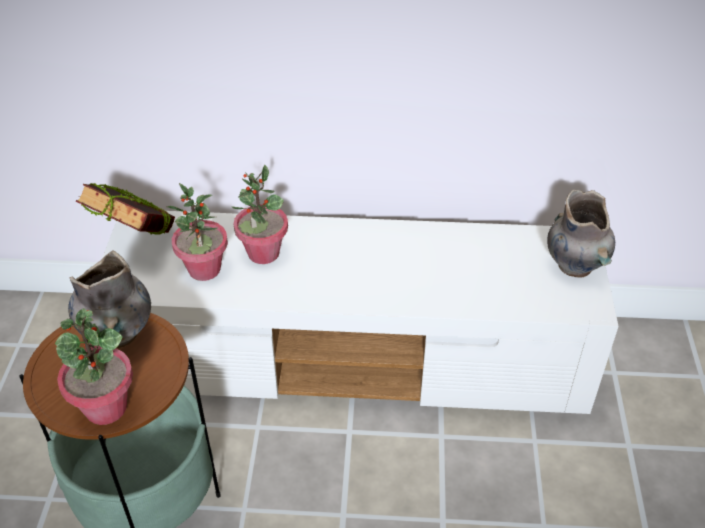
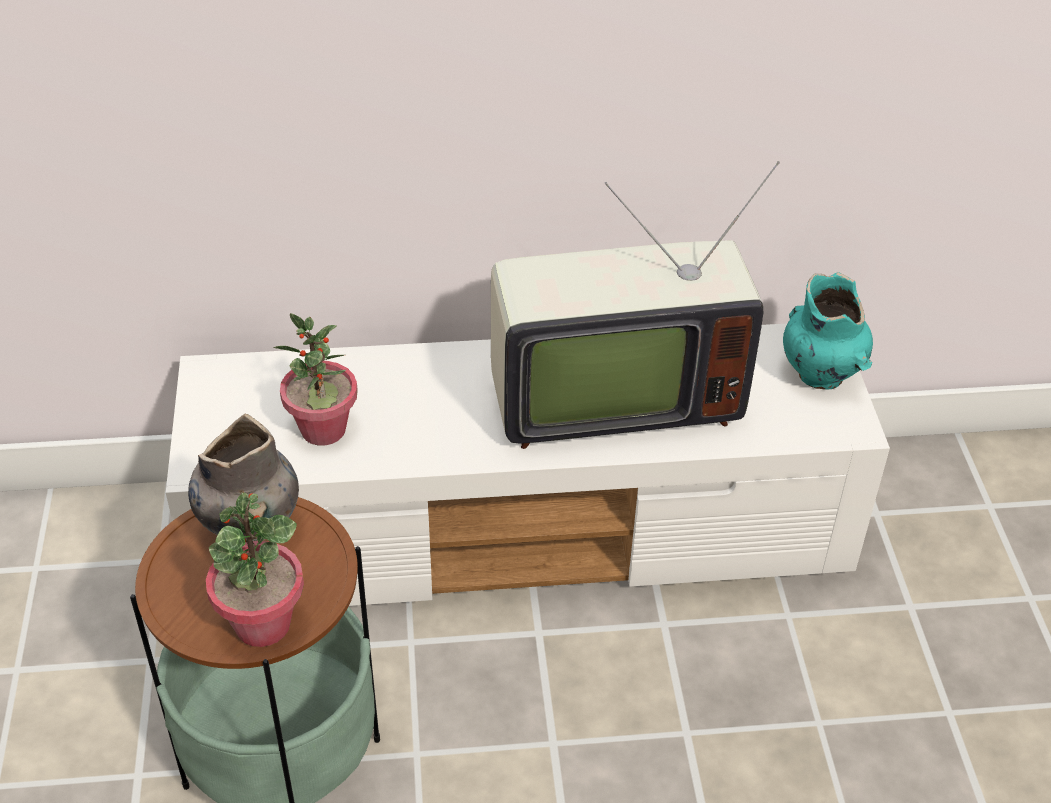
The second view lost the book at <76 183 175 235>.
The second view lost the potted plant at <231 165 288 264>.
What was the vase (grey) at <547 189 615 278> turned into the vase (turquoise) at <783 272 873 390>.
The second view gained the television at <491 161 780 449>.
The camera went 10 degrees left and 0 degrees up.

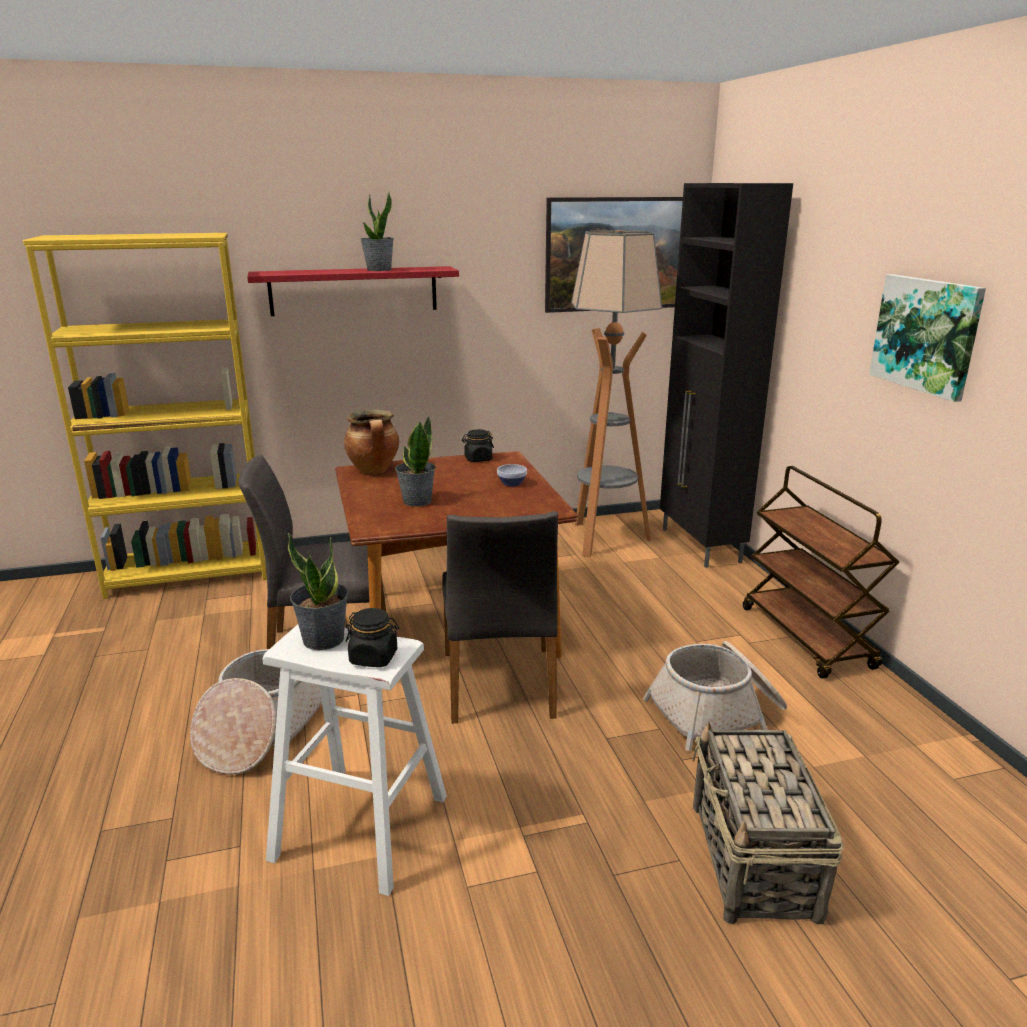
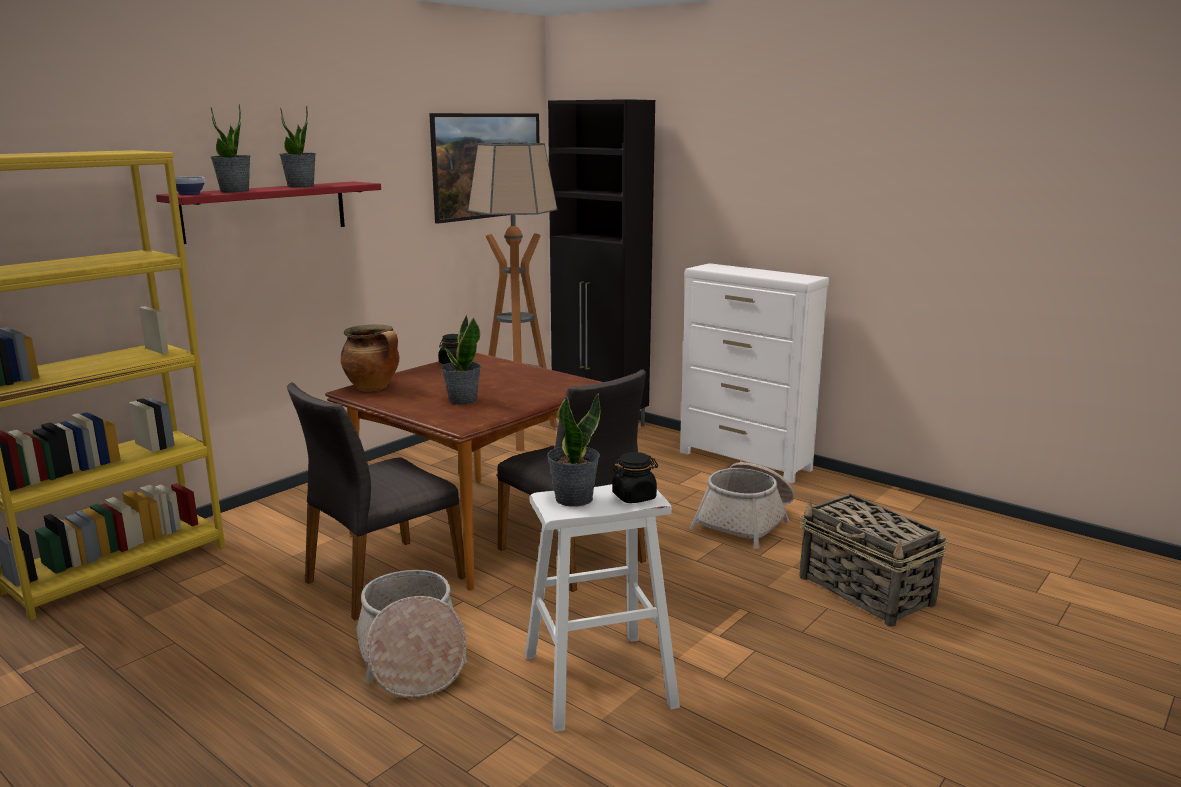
The bowl ended up elsewhere, having gone from <497 464 527 487> to <175 177 205 195>.
Where the cart (brown) stood at <743 466 899 679>, the dresser (white) came to stand at <680 263 829 483>.
The second view lost the picture at <869 274 986 402>.
The second view gained the potted plant at <211 105 251 193>.
The camera went 35 degrees left and 5 degrees down.

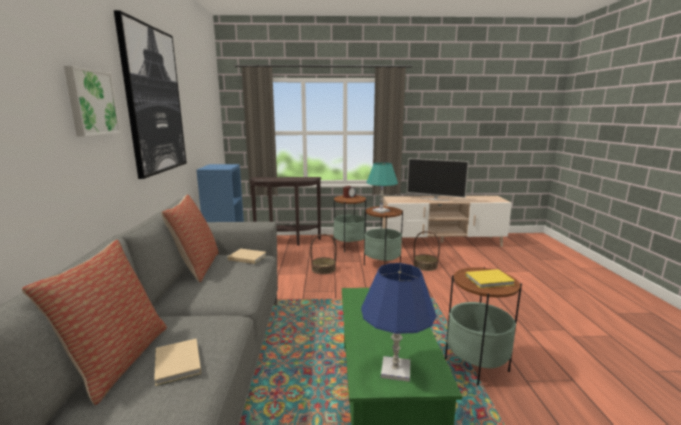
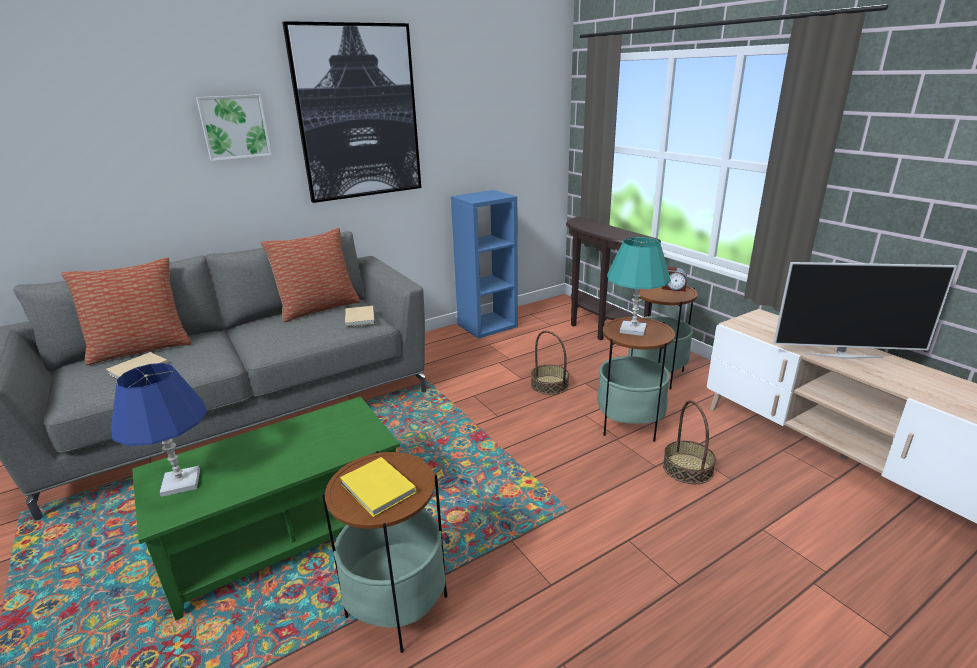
The television at <407 158 469 201> ended up facing another way, 75 degrees counterclockwise from before.
The camera went 60 degrees right and 10 degrees up.

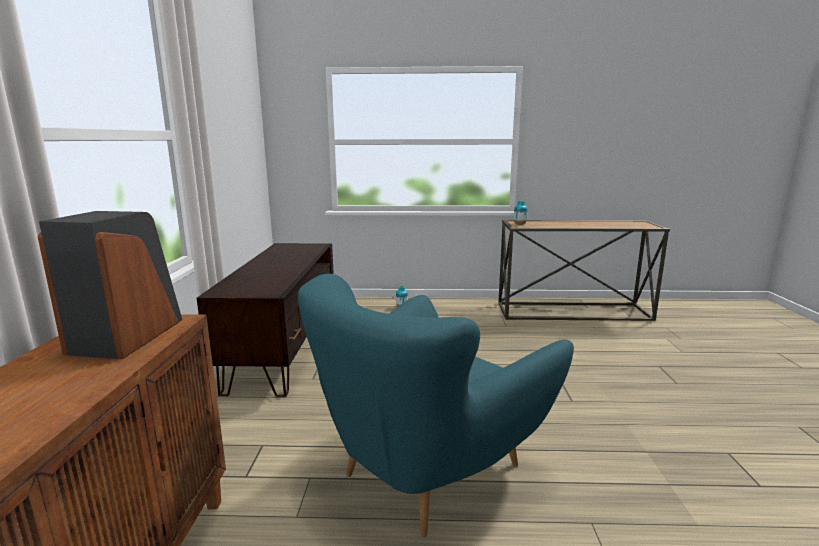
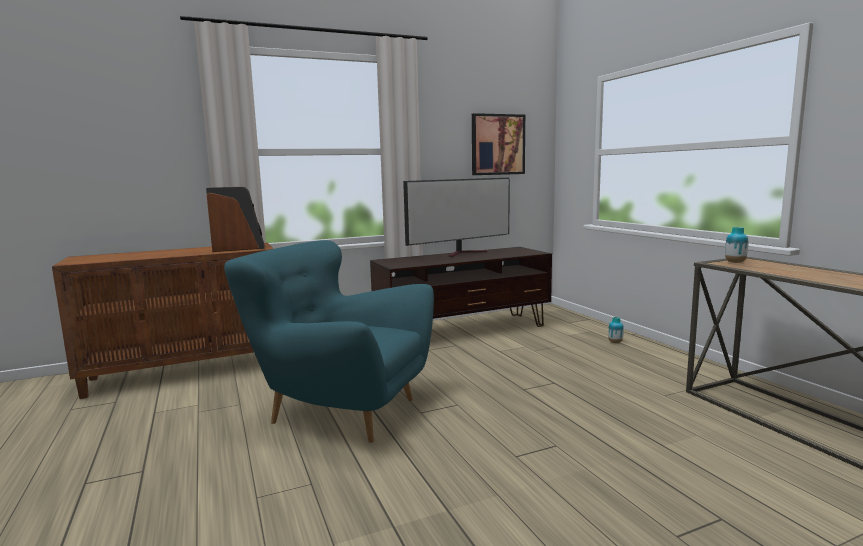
The second view gained the television at <403 178 510 257>.
The second view gained the picture at <472 113 525 175>.
The camera went 65 degrees right and 5 degrees down.

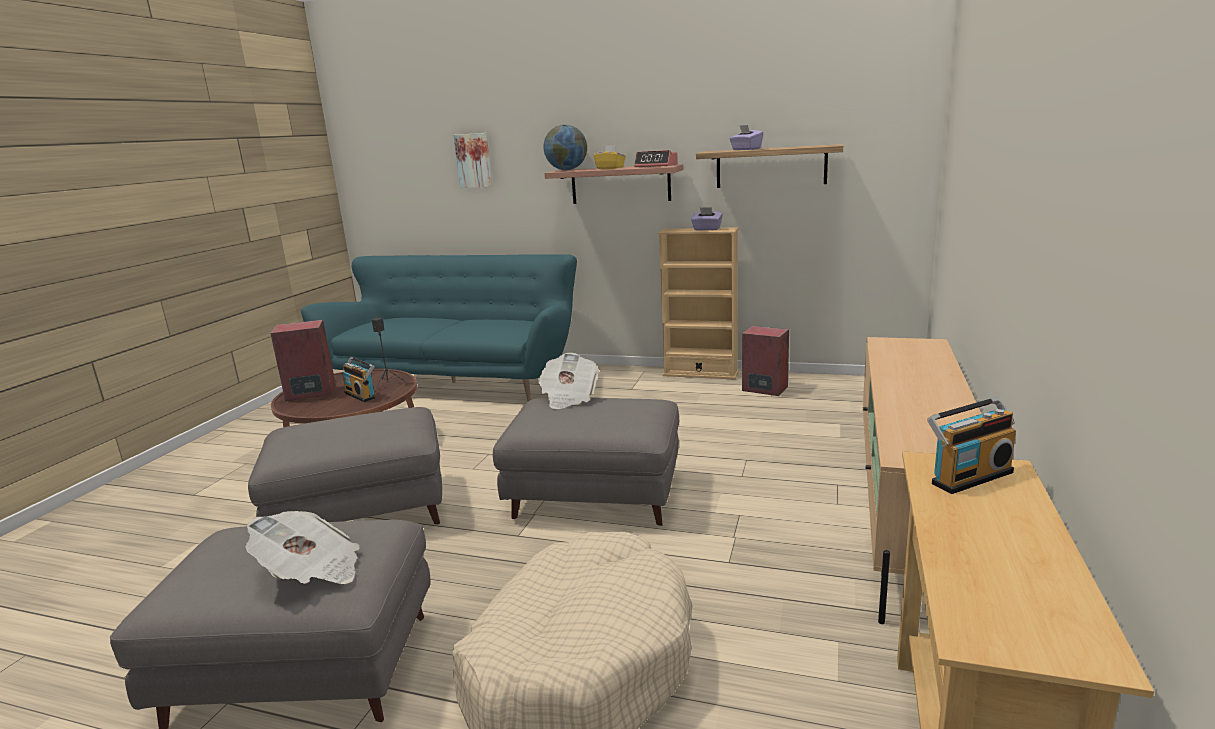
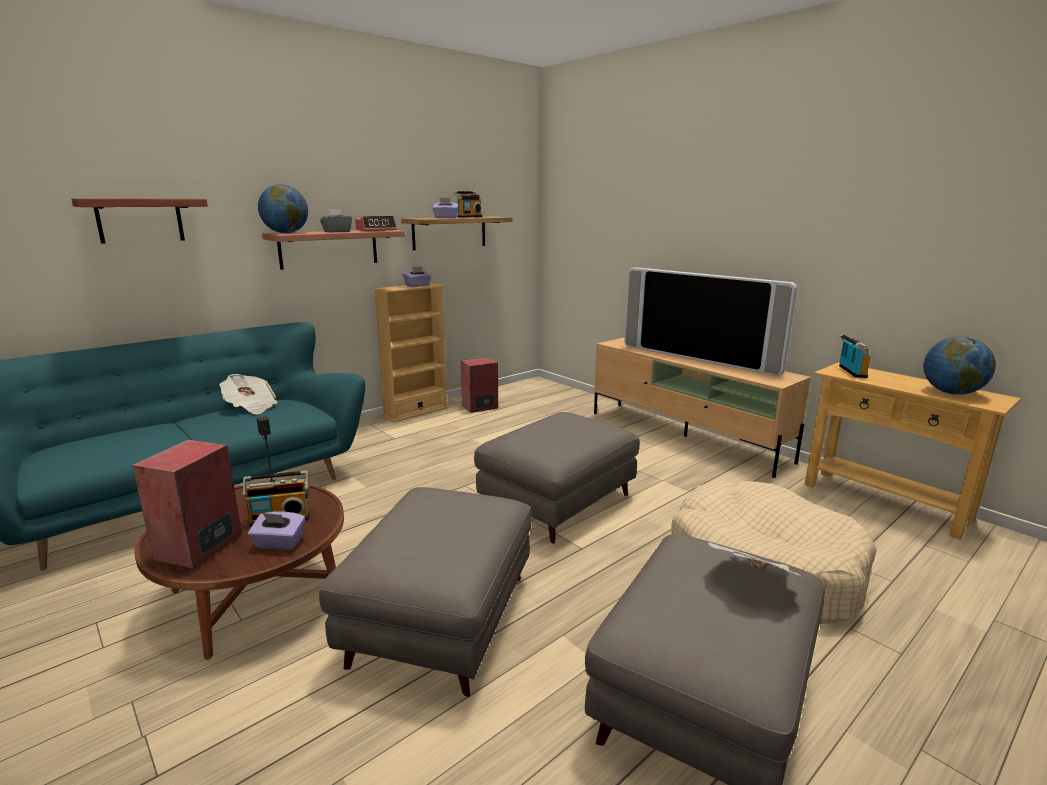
Where the picture hung at <454 133 492 188>, the shelf came to hang at <72 198 208 244>.
The newspaper ended up elsewhere, having gone from <538 353 599 409> to <219 374 278 414>.
What was the tissue box (yellow) at <593 145 626 169> turned into the tissue box (grey) at <320 209 352 232>.
The second view gained the tissue box (purple) at <248 511 306 550>.
The second view gained the radio at <454 191 482 218>.
The second view gained the television at <624 267 797 376>.
The second view gained the globe at <923 336 996 395>.
The camera went 60 degrees left and 0 degrees up.

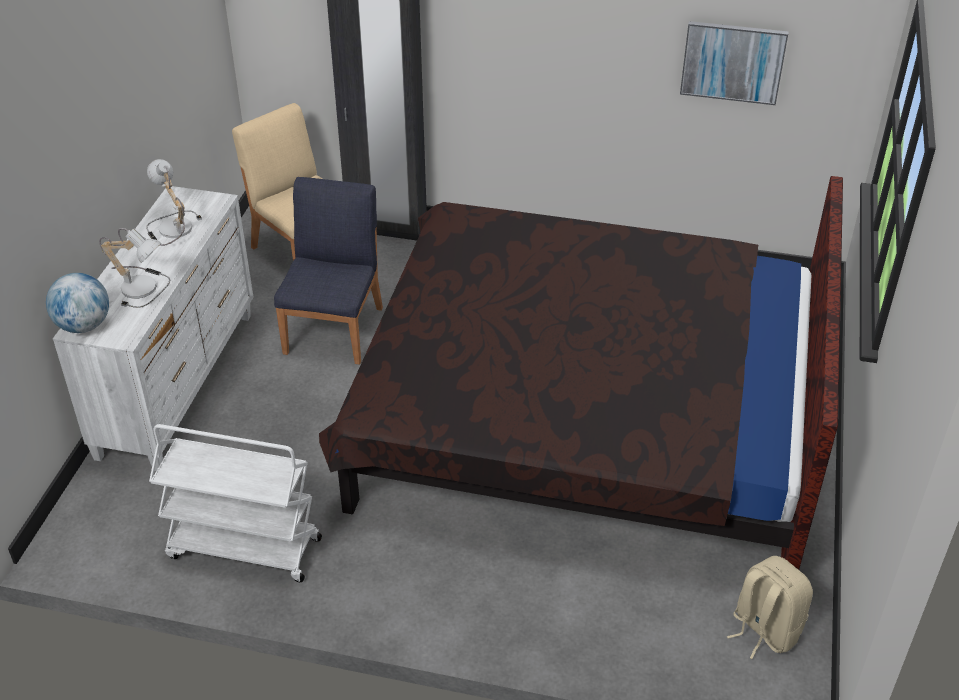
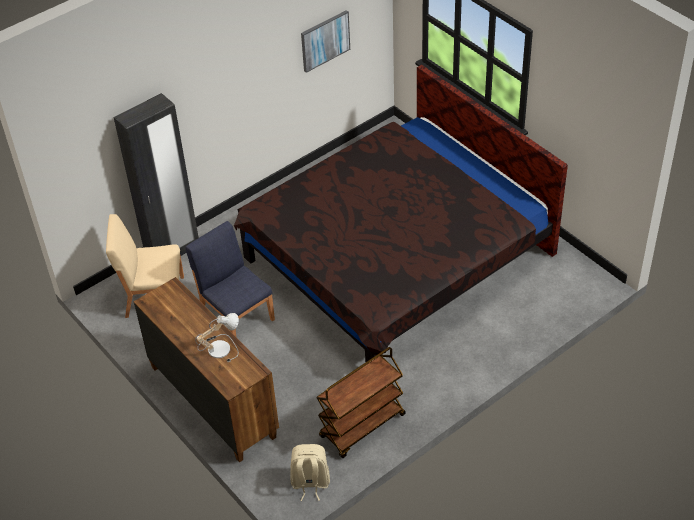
The second view lost the globe at <46 273 109 333>.
What was the dresser (white) at <53 186 254 471> turned into the dresser (brown) at <134 277 279 463>.
The second view lost the table lamp at <146 159 202 246>.
What was the cart (white) at <149 424 322 582> turned into the cart (brown) at <316 347 406 458>.
The backpack (beige) ended up elsewhere, having gone from <727 556 813 659> to <290 444 330 501>.
The camera went 50 degrees left and 5 degrees up.

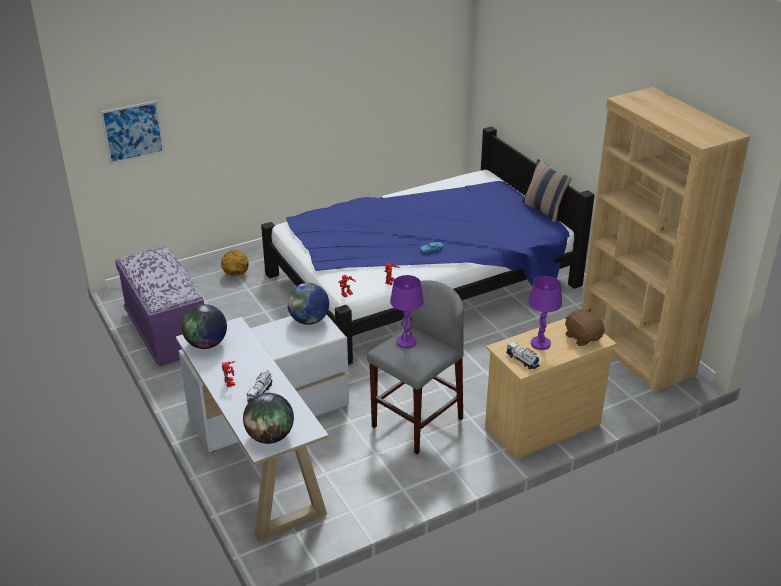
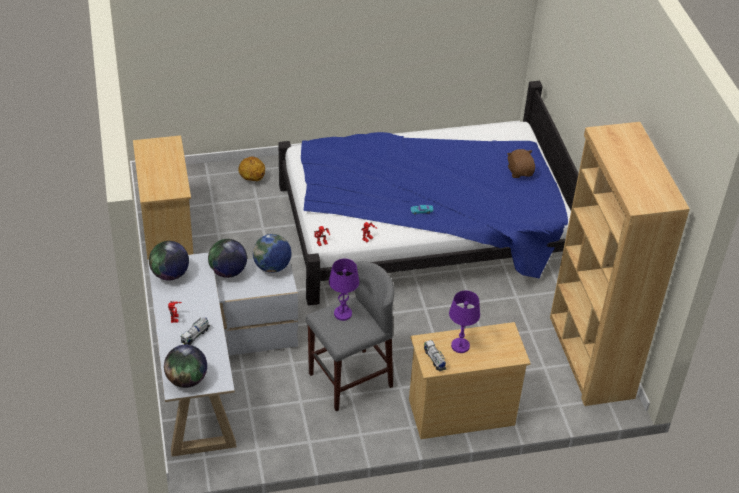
The second view lost the picture at <101 100 164 164>.
Where the bench (purple) stood at <115 246 204 366>, the dresser (beige) came to stand at <133 135 194 260>.
The second view lost the pillow at <522 159 572 223>.
The plush toy (brown) ended up elsewhere, having gone from <565 308 605 346> to <507 149 535 178>.
The second view gained the globe at <208 239 247 278>.
The camera went 15 degrees right and 10 degrees up.

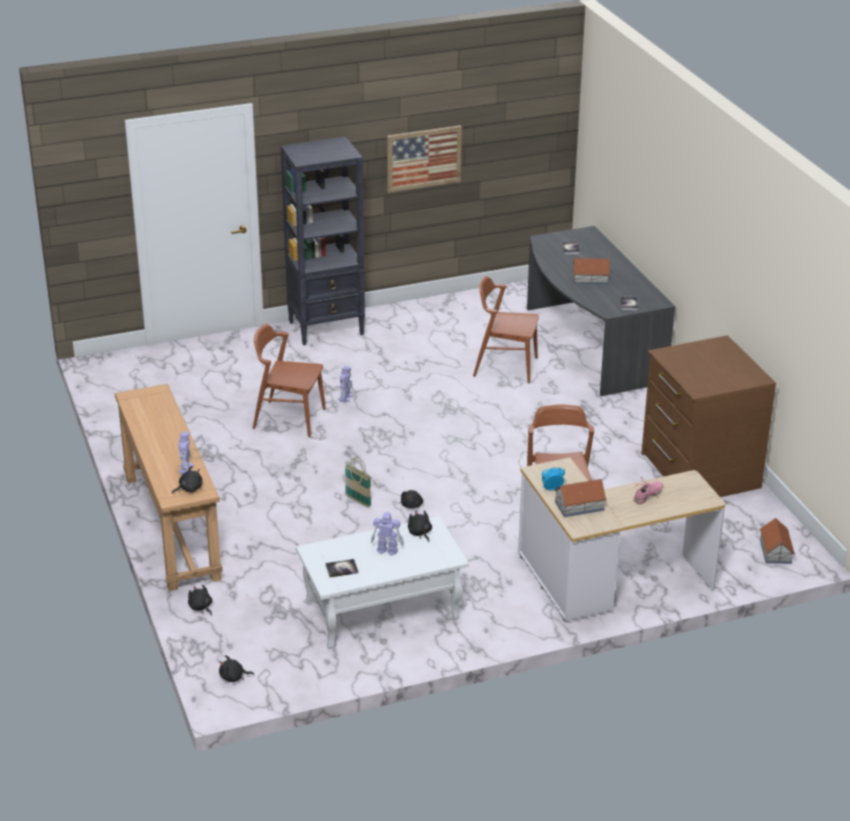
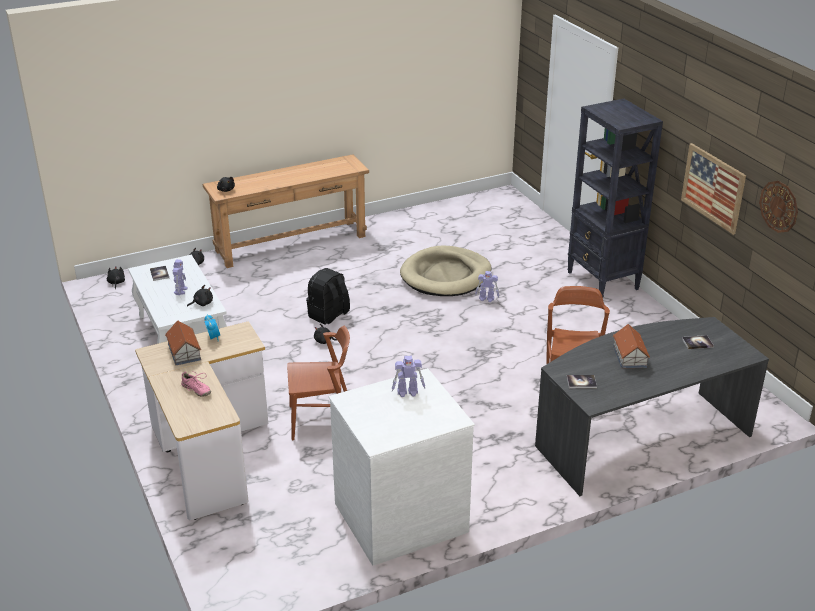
The toy robot ended up elsewhere, having gone from <179 432 194 475> to <392 356 425 397>.
Where the chair (brown) stood at <253 324 326 437>, the dog bed (beige) came to stand at <400 245 491 296>.
Where the basket stood at <345 457 371 507>, the backpack (black) came to stand at <306 268 350 325>.
What was the dresser (brown) at <641 335 776 497> turned into the dresser (white) at <329 368 475 565>.
The second view lost the toy house at <760 518 795 564>.
The second view gained the wall clock at <759 181 798 233>.
The camera went 85 degrees right and 0 degrees up.

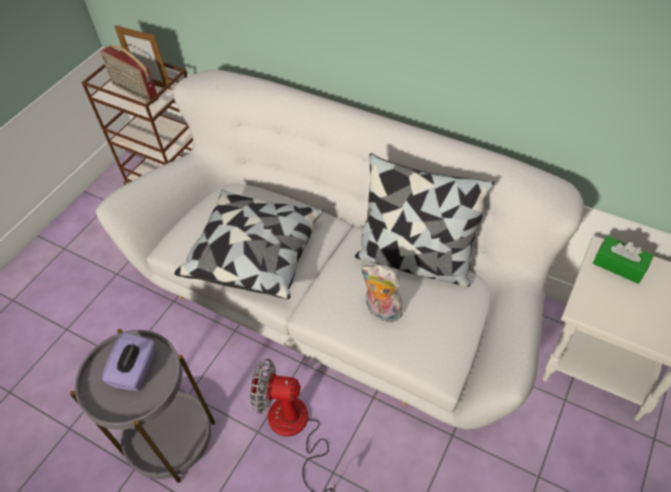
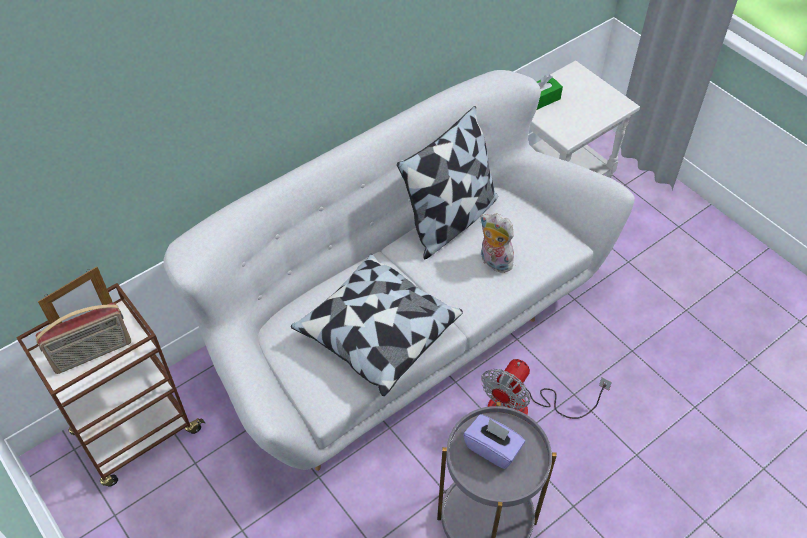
The plush toy at <361 264 402 322> ended up facing another way, 75 degrees clockwise from before.
The camera went 70 degrees left and 0 degrees up.

